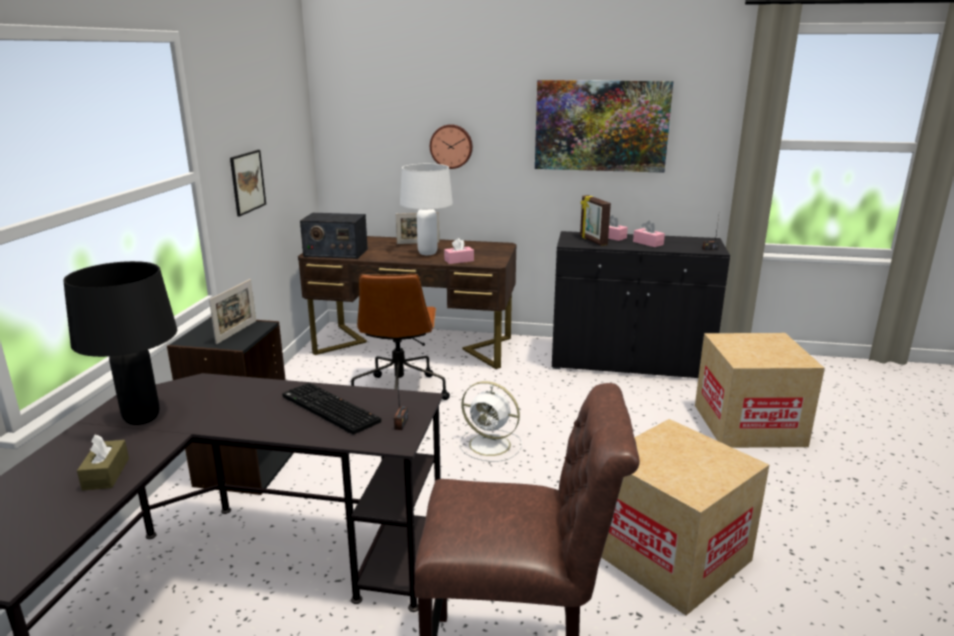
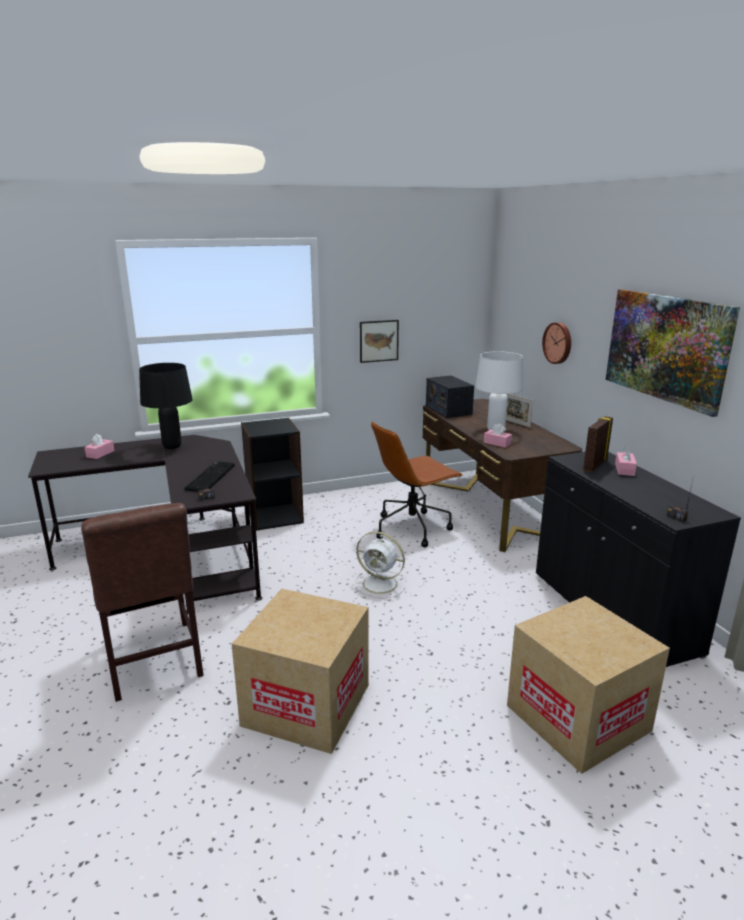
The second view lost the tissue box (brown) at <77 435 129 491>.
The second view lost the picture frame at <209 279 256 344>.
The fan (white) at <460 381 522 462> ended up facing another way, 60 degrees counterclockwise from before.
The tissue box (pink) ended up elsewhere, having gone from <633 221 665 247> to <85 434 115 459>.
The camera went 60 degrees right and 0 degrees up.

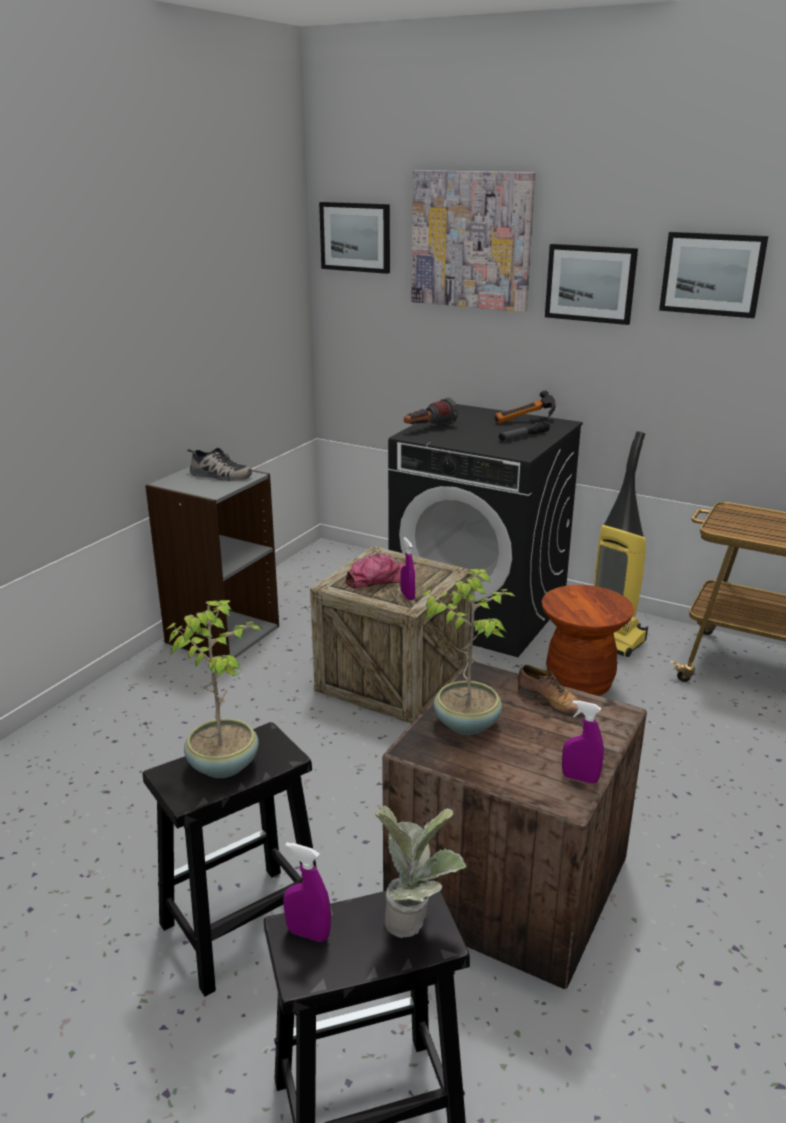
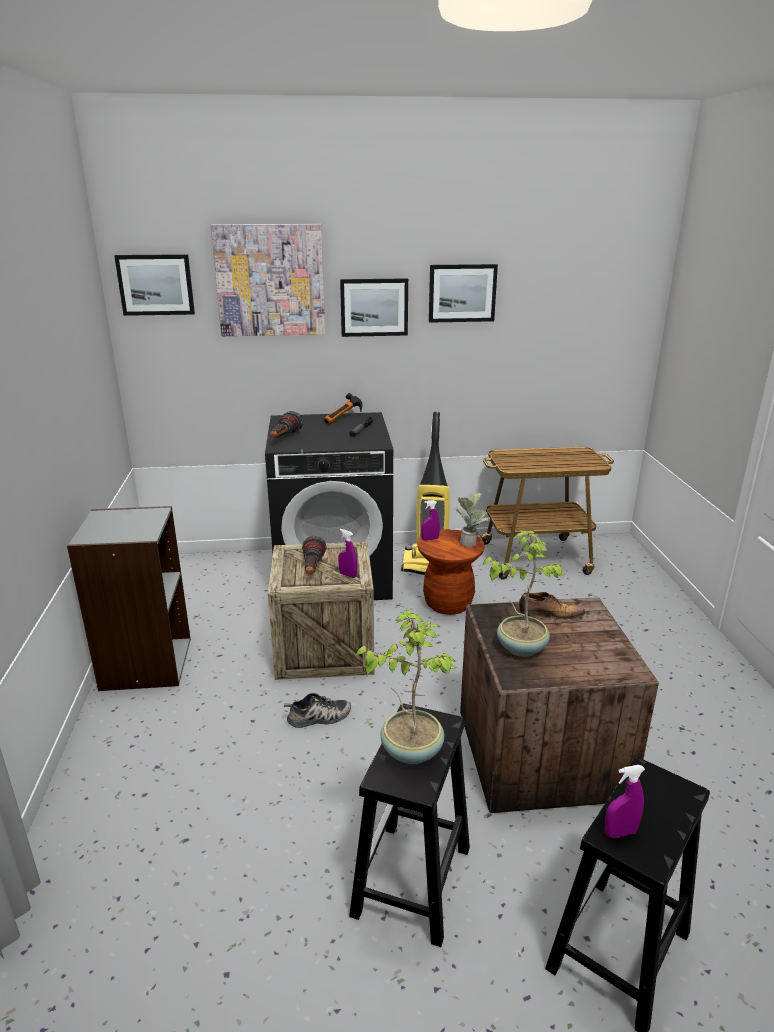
The shoe ended up elsewhere, having gone from <187 448 252 481> to <284 693 351 728>.
Where the cap stood at <345 553 417 588>, the flashlight came to stand at <302 536 327 574>.
The potted plant ended up elsewhere, having gone from <375 802 467 938> to <456 493 490 547>.
The spray bottle (purple) ended up elsewhere, having gone from <562 700 604 784> to <421 500 440 541>.
The camera went 35 degrees left and 0 degrees up.

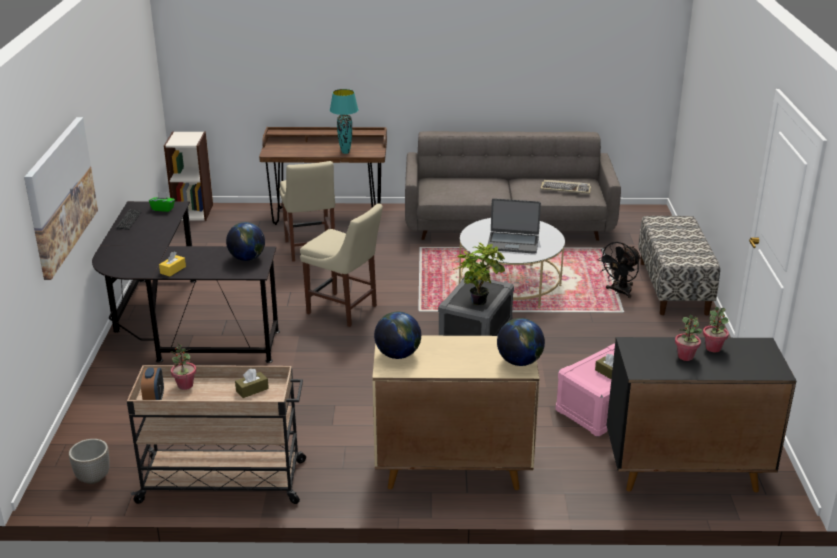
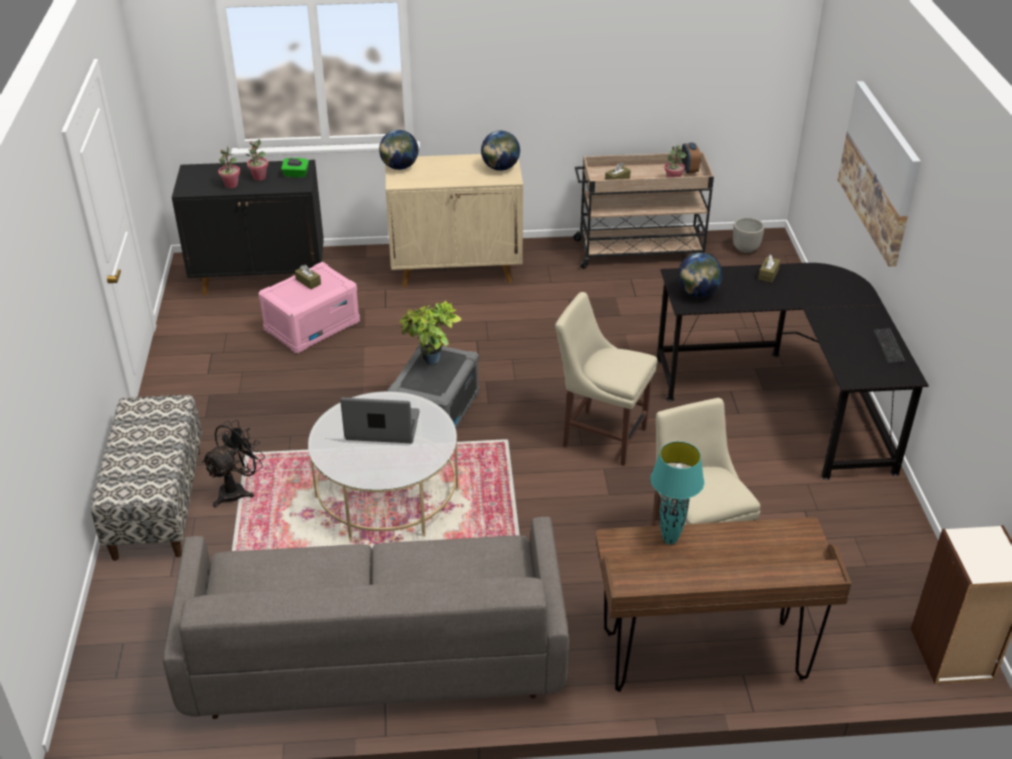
The tissue box (green) ended up elsewhere, having gone from <149 192 175 212> to <281 158 309 178>.
What was the tissue box (yellow) at <159 252 186 276> turned into the tissue box (brown) at <758 254 780 283>.
The second view lost the keyboard at <541 180 591 194>.
The camera went 175 degrees right and 10 degrees up.

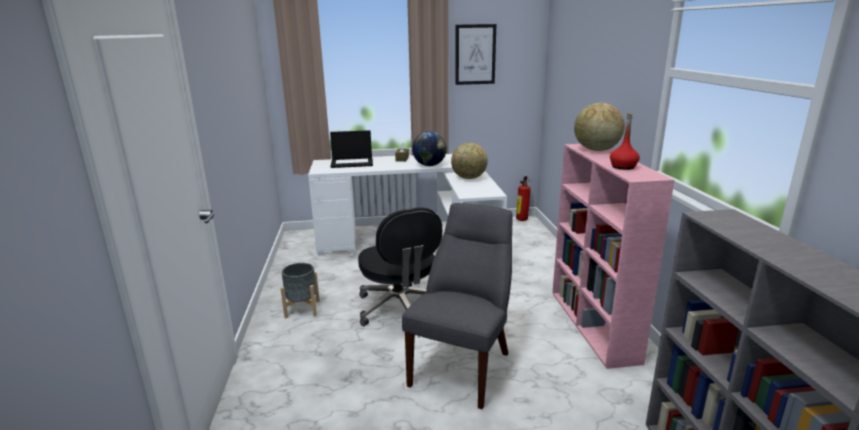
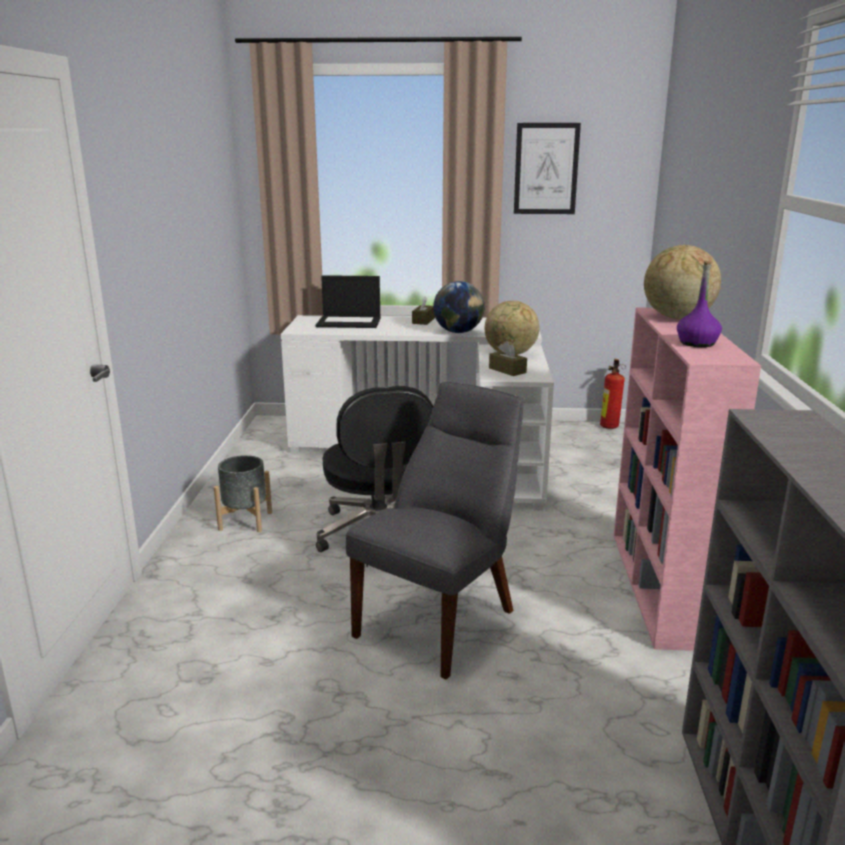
What was the bottle (red) at <610 113 640 170> turned into the bottle (purple) at <677 261 722 347>.
The second view gained the tissue box (brown) at <489 341 527 376>.
The camera went 10 degrees right and 0 degrees up.

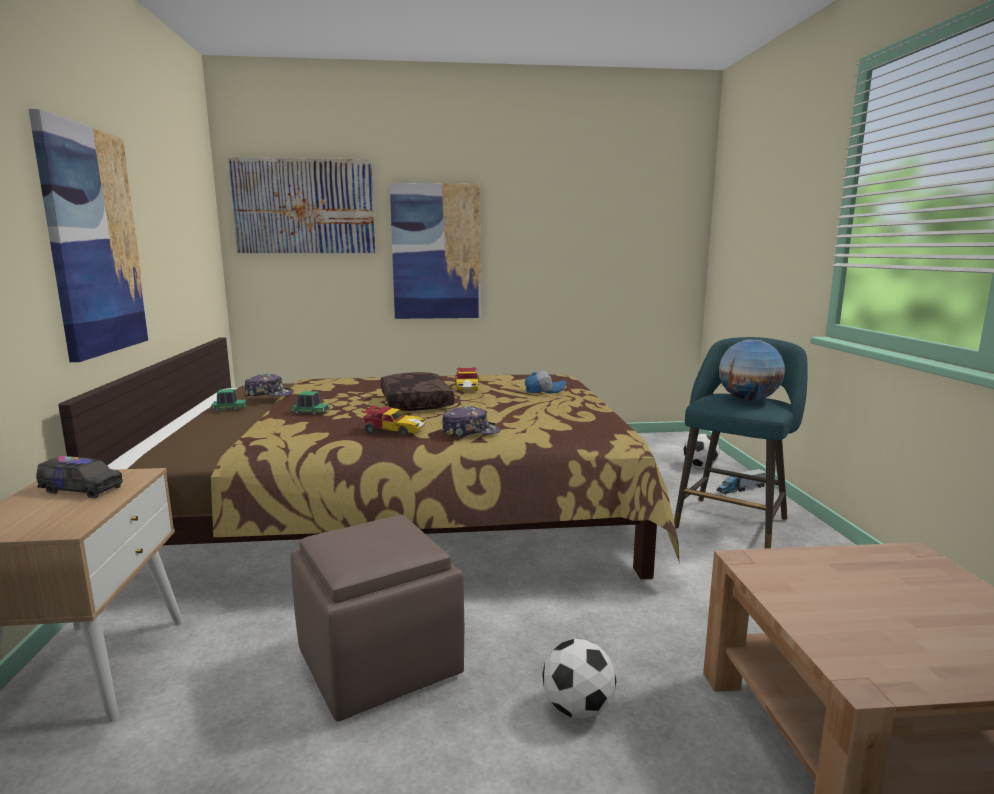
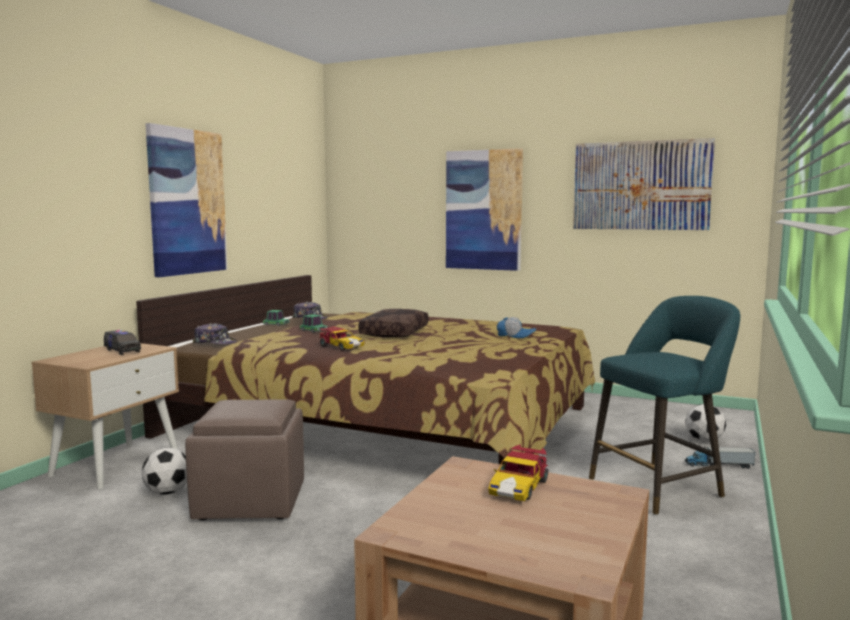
The picture ended up elsewhere, having gone from <228 157 376 253> to <573 138 715 230>.
The cap ended up elsewhere, having gone from <441 406 500 437> to <193 323 237 344>.
The toy car ended up elsewhere, having gone from <453 367 481 391> to <488 445 548 501>.
The football ended up elsewhere, having gone from <542 639 616 718> to <141 448 187 495>.
The second view lost the globe at <719 340 785 401>.
The camera went 30 degrees right and 5 degrees down.

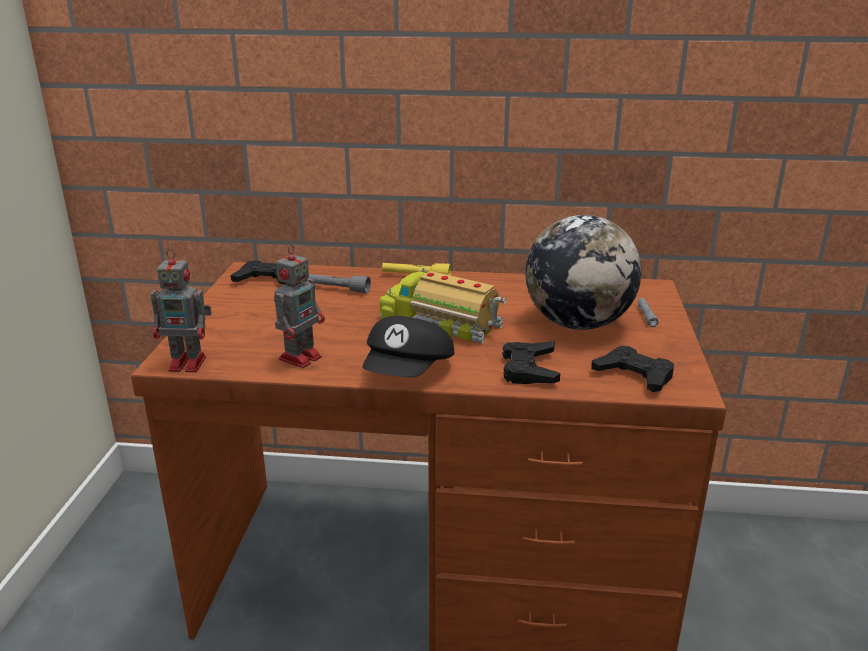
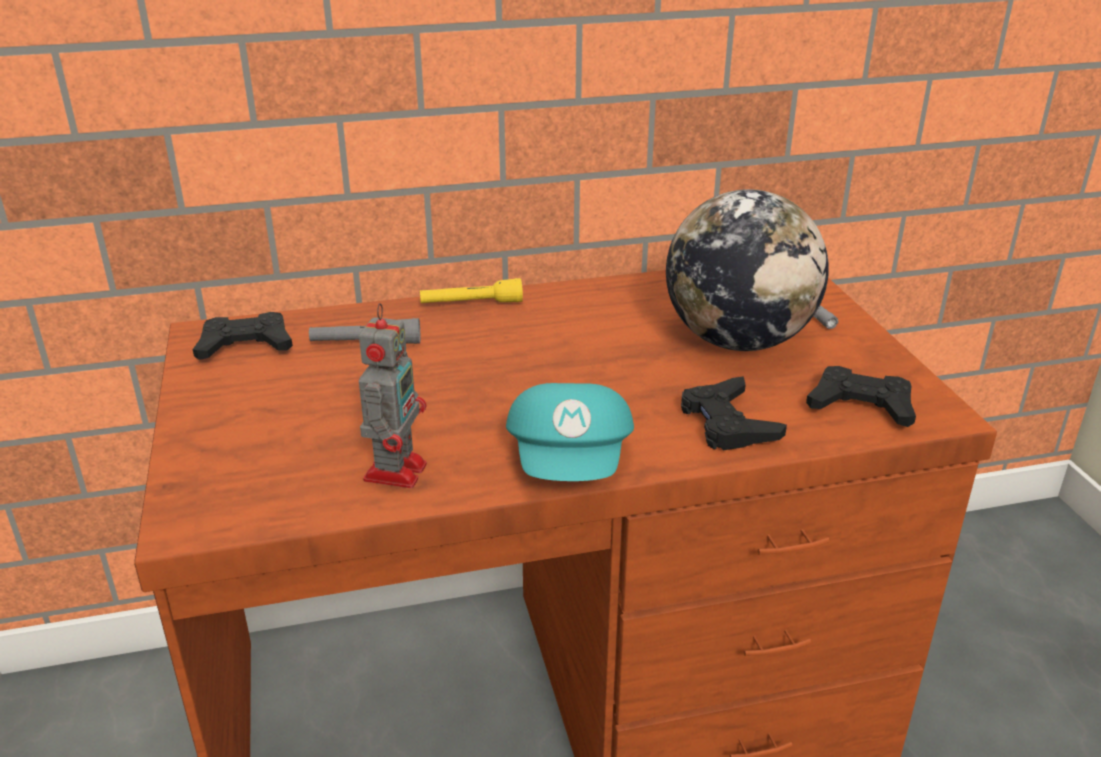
The second view lost the toy robot at <151 249 212 372>.
What was the cap (black) at <362 316 454 377> turned into the cap (turquoise) at <506 383 634 481>.
The second view lost the toy truck at <380 268 507 343>.
The camera went 20 degrees left and 5 degrees up.

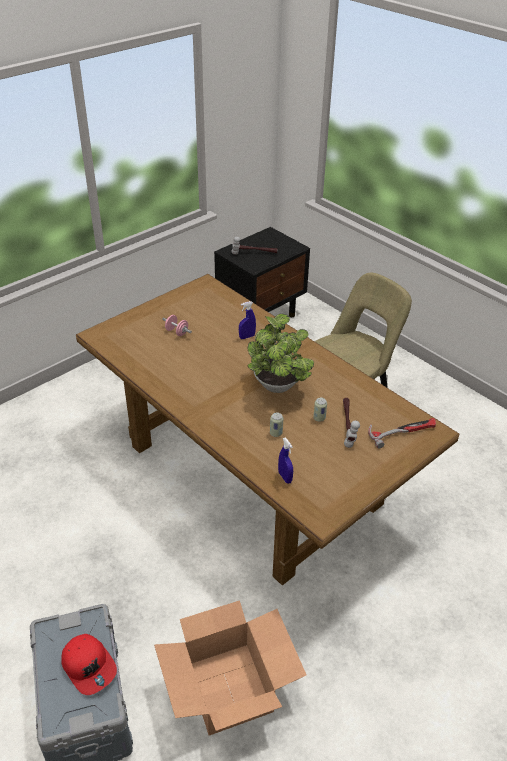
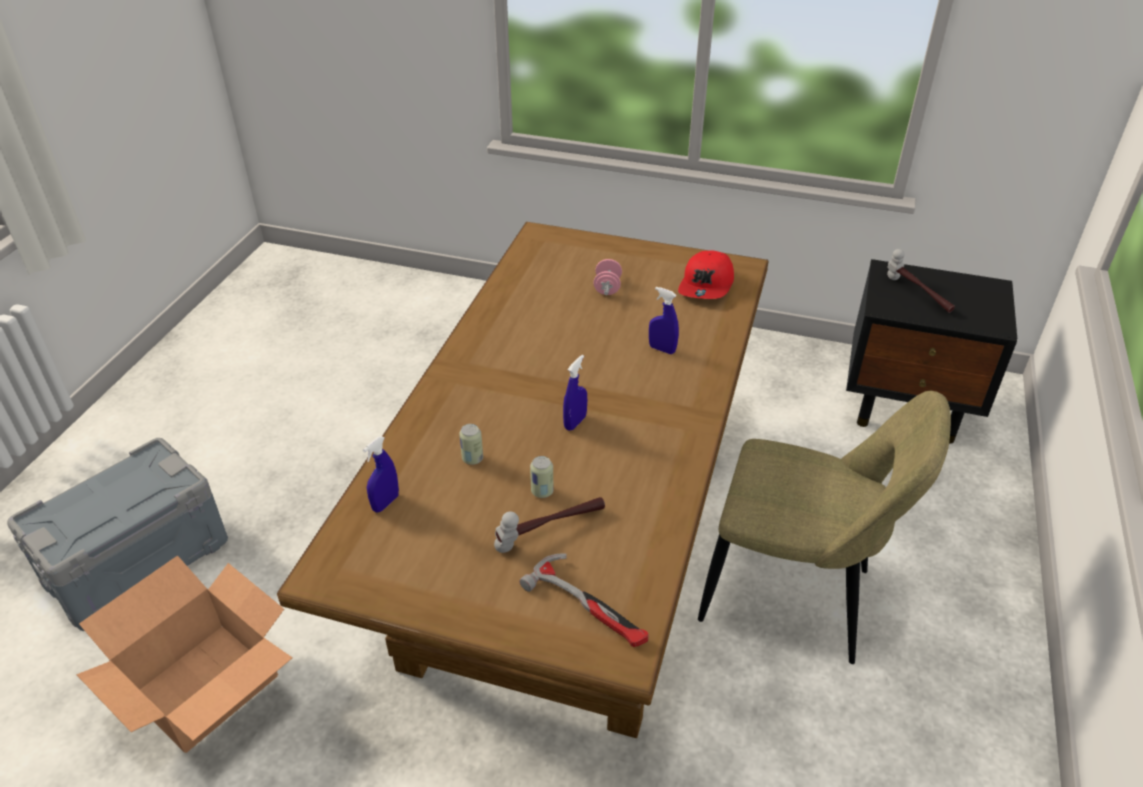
The cap (red) ended up elsewhere, having gone from <61 634 117 695> to <678 251 734 299>.
Where the potted plant stood at <247 314 314 393>, the spray bottle (blue) came to stand at <563 355 587 431>.
The camera went 60 degrees right and 0 degrees up.

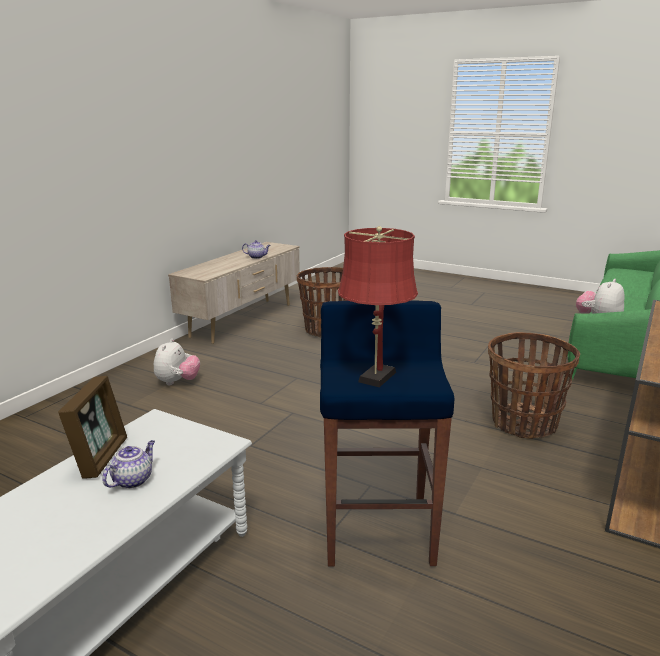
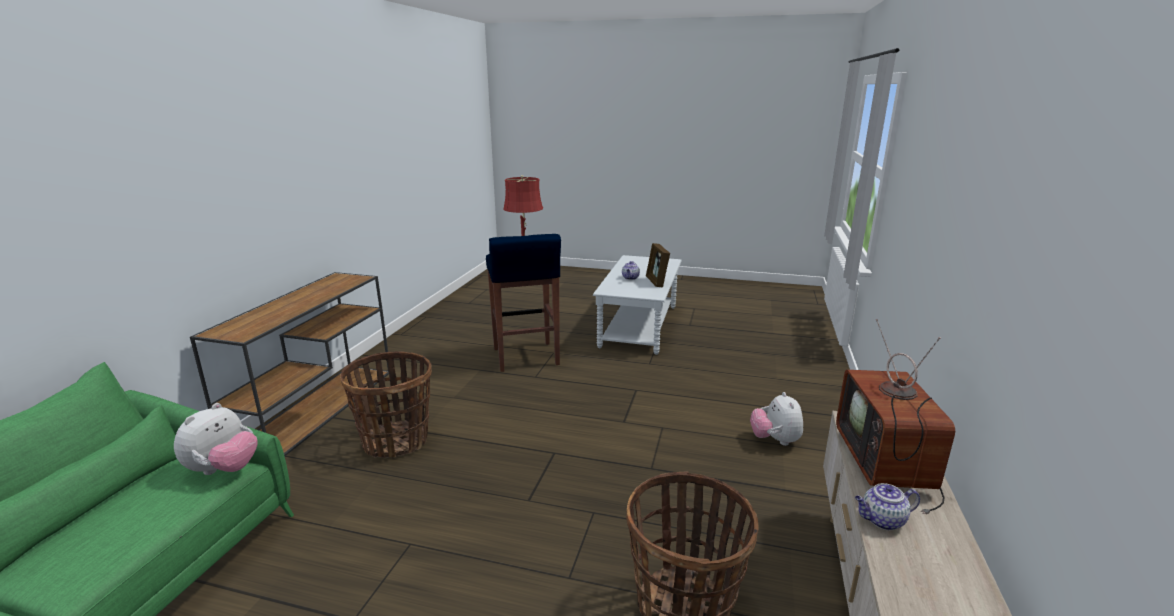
The second view gained the television at <836 319 955 514>.
The camera went 165 degrees right and 0 degrees up.

